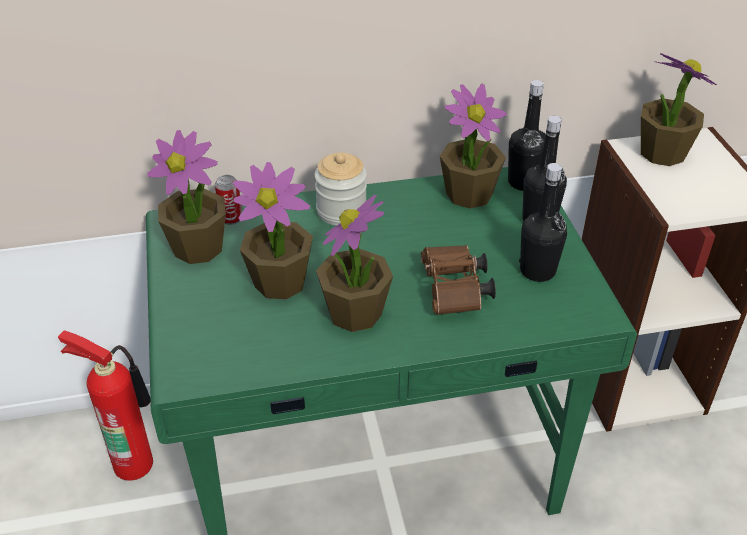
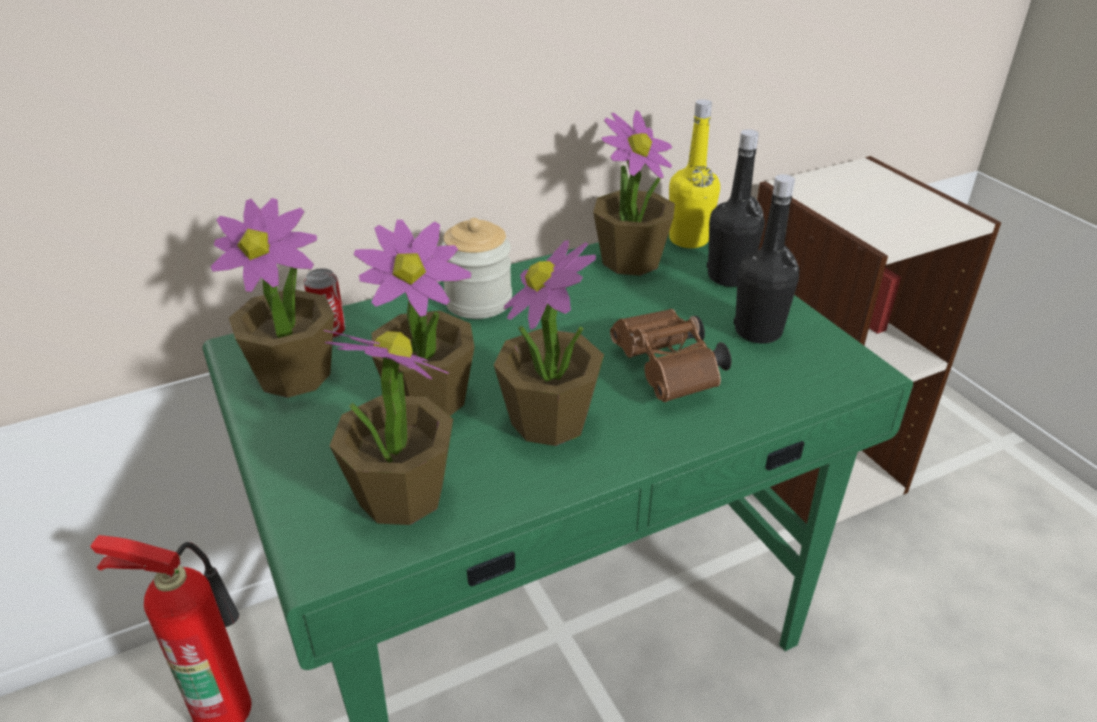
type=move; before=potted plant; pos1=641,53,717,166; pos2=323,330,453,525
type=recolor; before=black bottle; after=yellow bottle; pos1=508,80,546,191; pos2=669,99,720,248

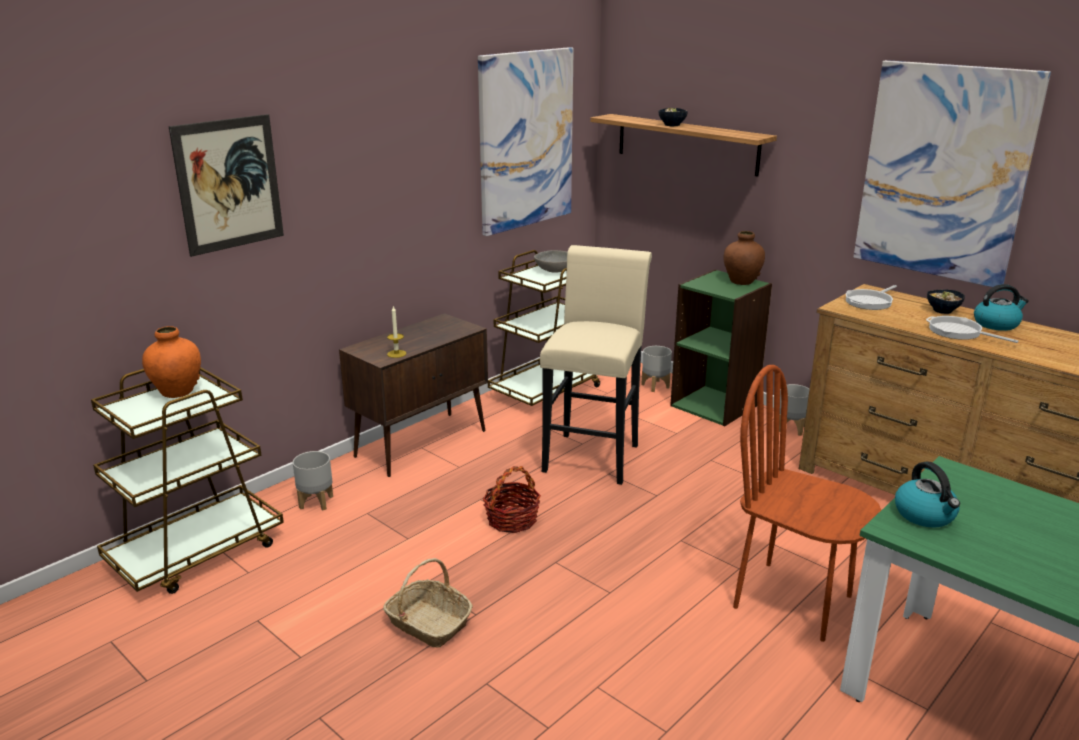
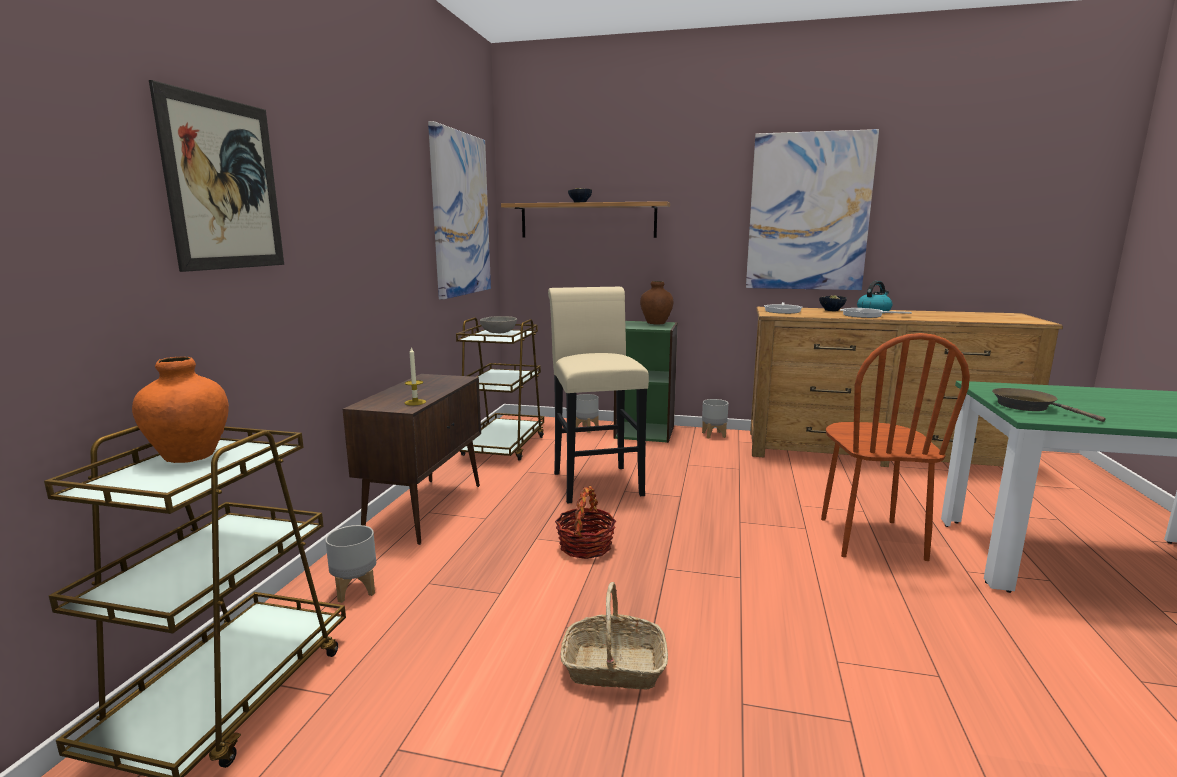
type=rotate; before=brown chair; pos1=733,365,881,642; pos2=821,333,970,561; turn=-90
type=replace; before=kettle; after=brown frying pan; pos1=895,461,960,528; pos2=992,388,1106,422

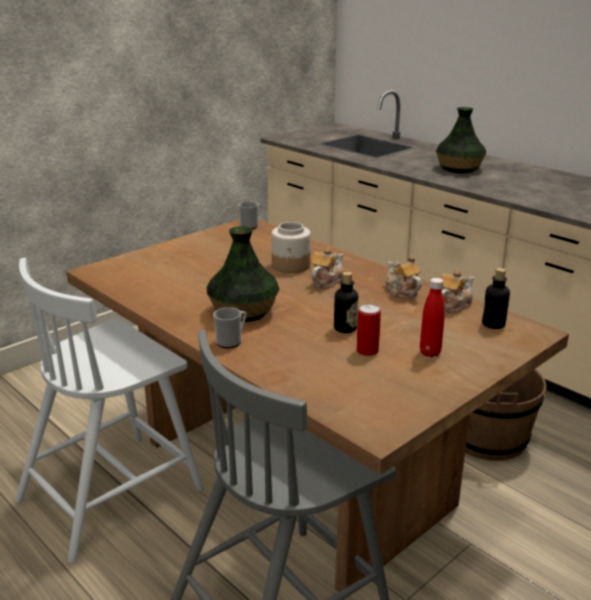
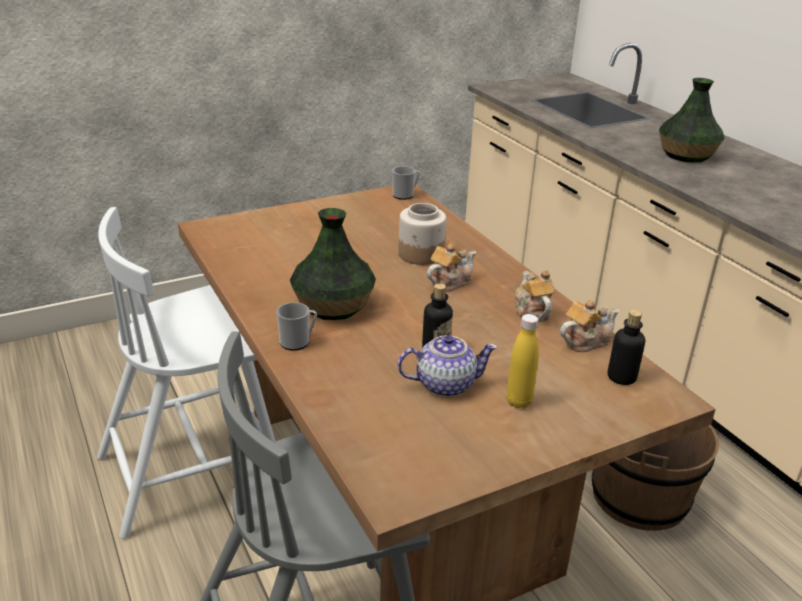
type=replace; before=can; after=teapot; pos1=357,304,381,356; pos2=397,335,498,397
type=recolor; before=red bottle; after=yellow bottle; pos1=420,278,445,357; pos2=506,314,539,408

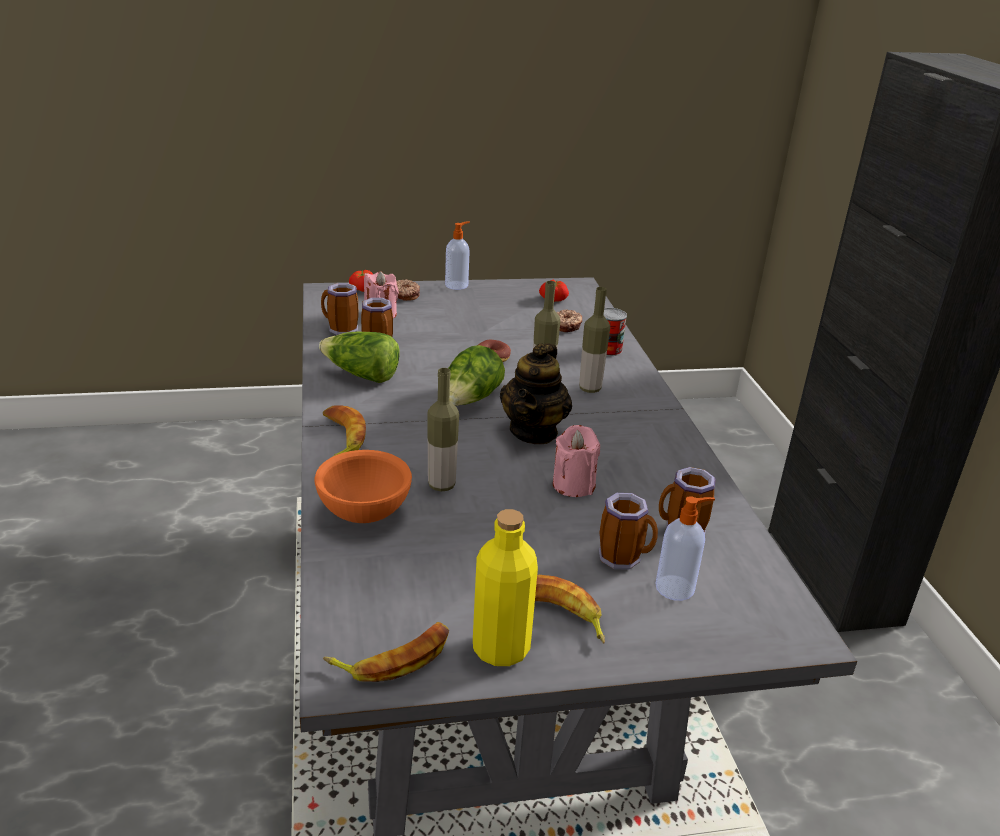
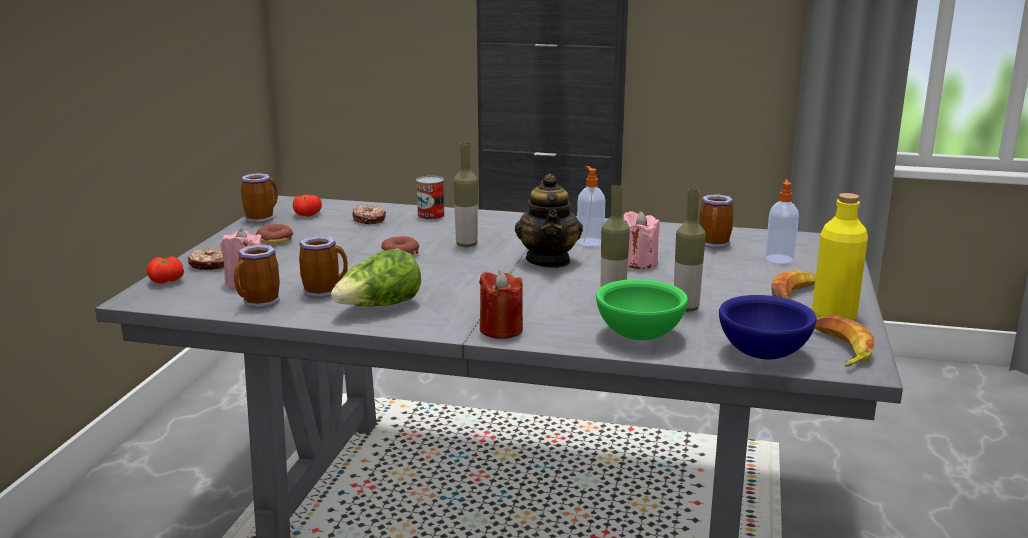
type=move; before=mug; pos1=599,493,658,570; pos2=241,173,278,223
type=insert; after=donut; pos2=256,224,293,244
type=replace; before=banana; after=red candle; pos1=323,406,366,457; pos2=479,271,523,339
type=rotate; before=teapot; pos1=500,343,572,444; pos2=515,174,583,268; turn=45
type=move; before=soap dispenser; pos1=445,221,470,290; pos2=577,166,605,246
type=recolor; before=orange bowl; after=green bowl; pos1=315,450,412,523; pos2=596,279,688,340
type=move; before=bottle; pos1=579,287,610,393; pos2=674,189,706,312
type=insert; after=blue bowl; pos2=719,295,817,360
type=delete; before=lettuce; pos1=448,345,505,406

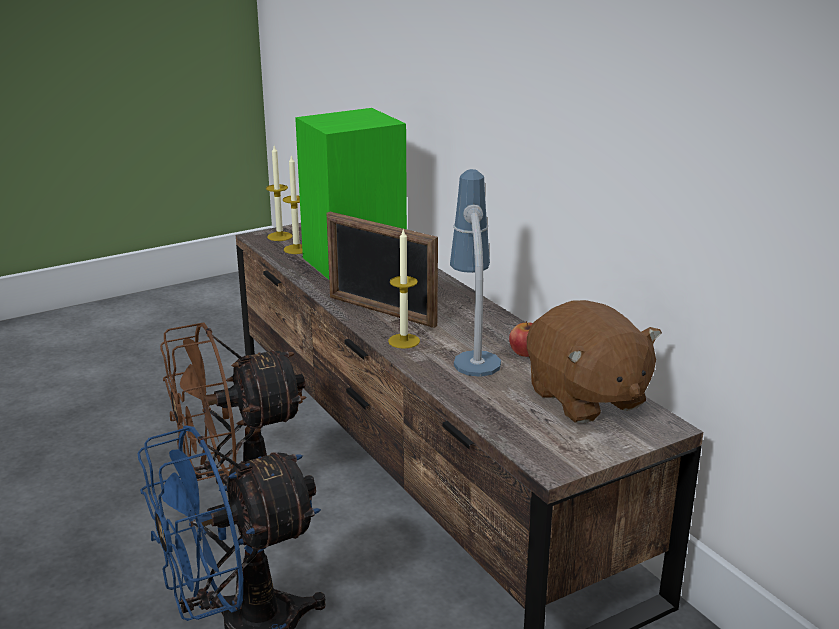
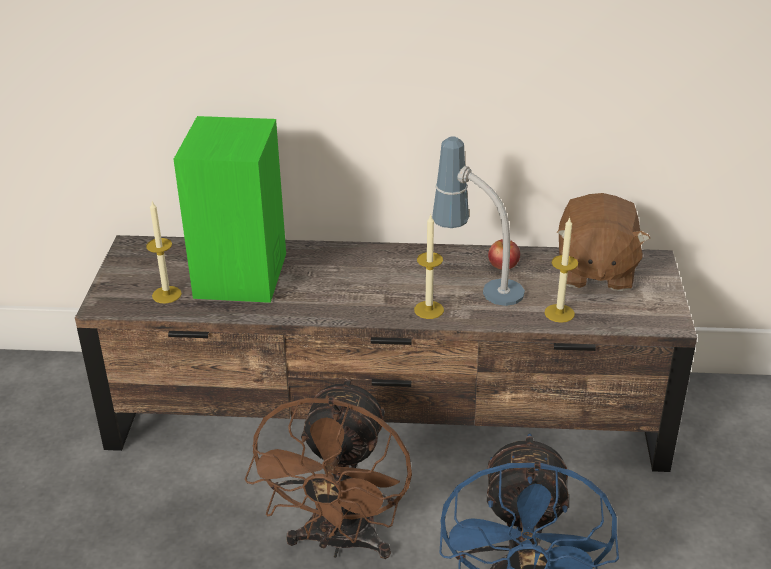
type=move; before=candle; pos1=266,146,293,241; pos2=545,217,578,323
type=rotate; before=brown plush toy; pos1=527,300,662,424; pos2=557,193,650,291; turn=90
type=delete; before=picture frame; pos1=326,212,438,328

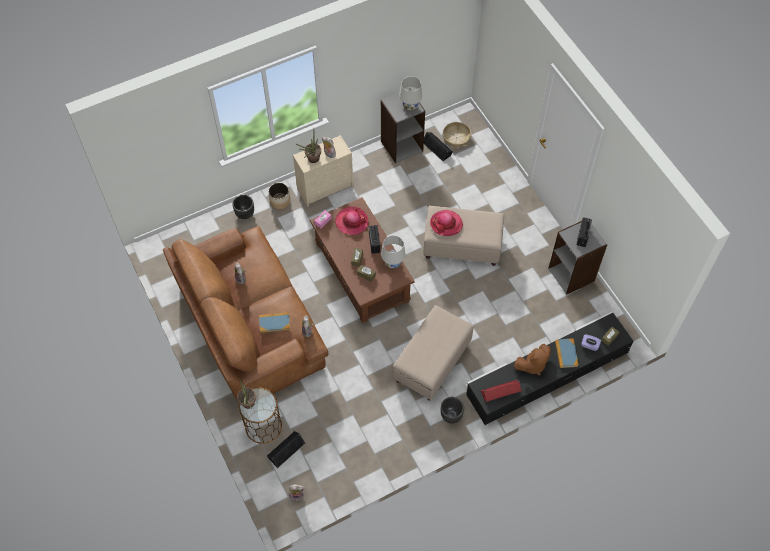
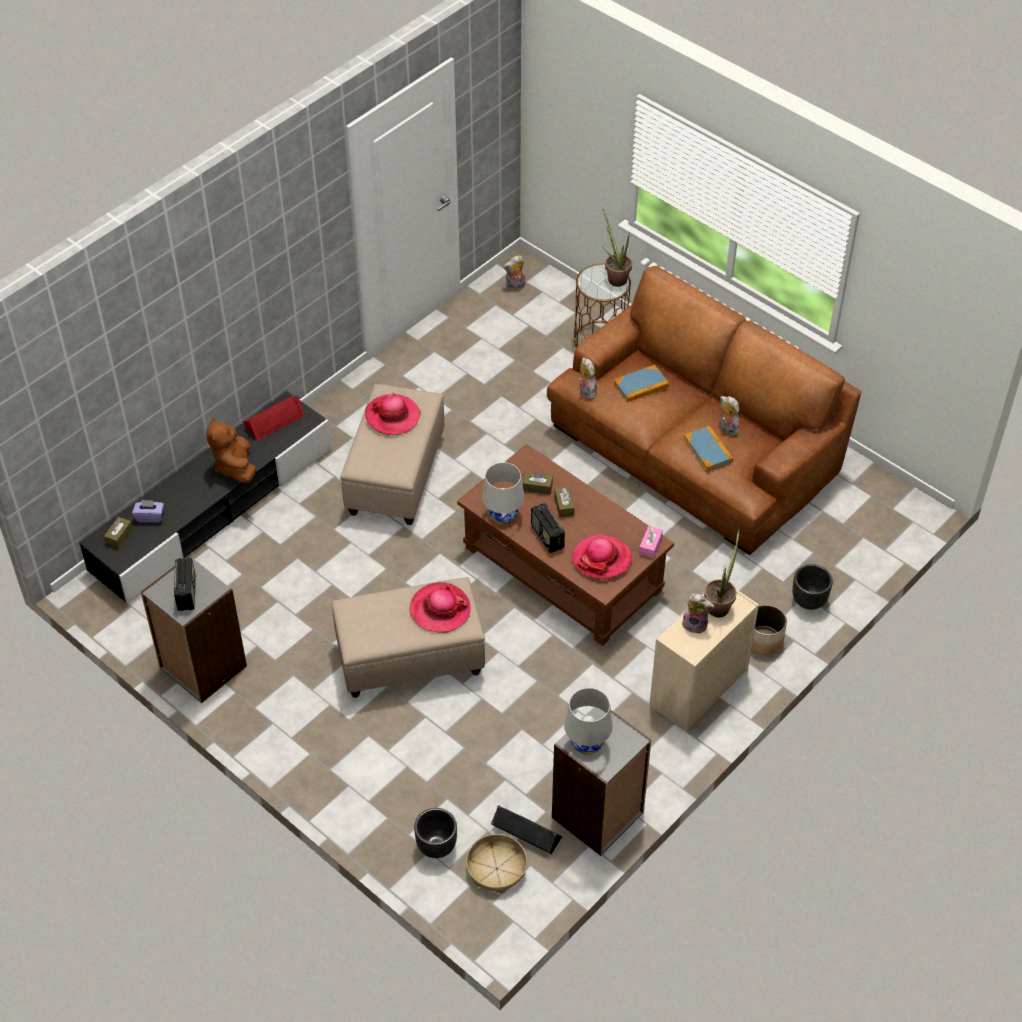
type=rotate; before=brown plush toy; pos1=514,344,551,375; pos2=206,417,256,483; turn=-60
type=insert; after=hat; pos2=365,393,421,435
type=move; before=black planter; pos1=441,397,464,424; pos2=414,808,457,858
type=move; before=book; pos1=555,338,579,368; pos2=684,426,733,472
type=delete; before=black speaker; pos1=267,431,305,468

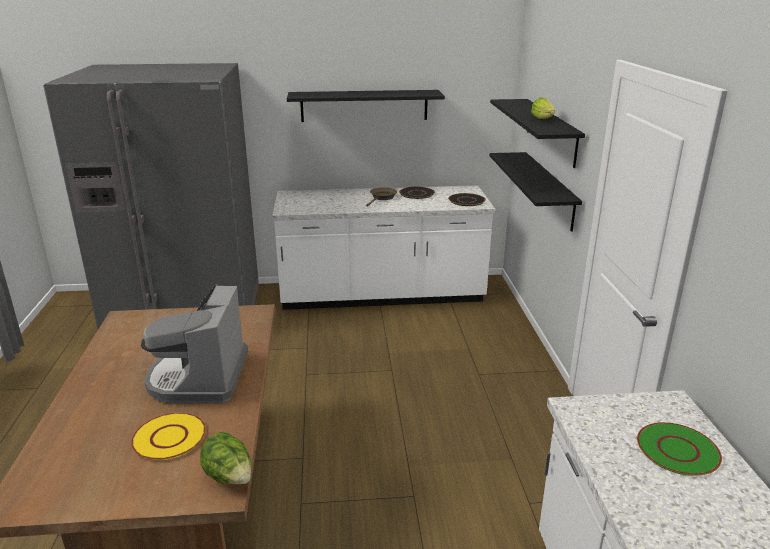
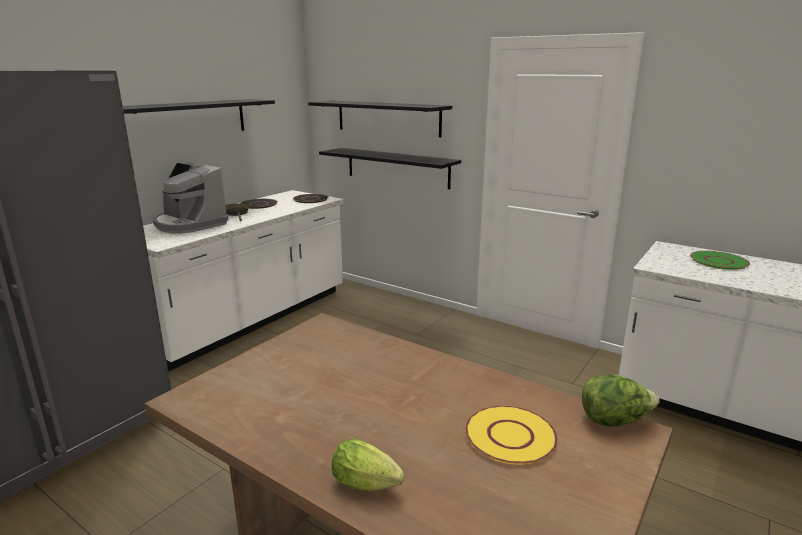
type=move; before=coffee machine; pos1=141,284,248,403; pos2=153,162,228,234
type=move; before=lettuce; pos1=531,97,555,119; pos2=332,439,405,491

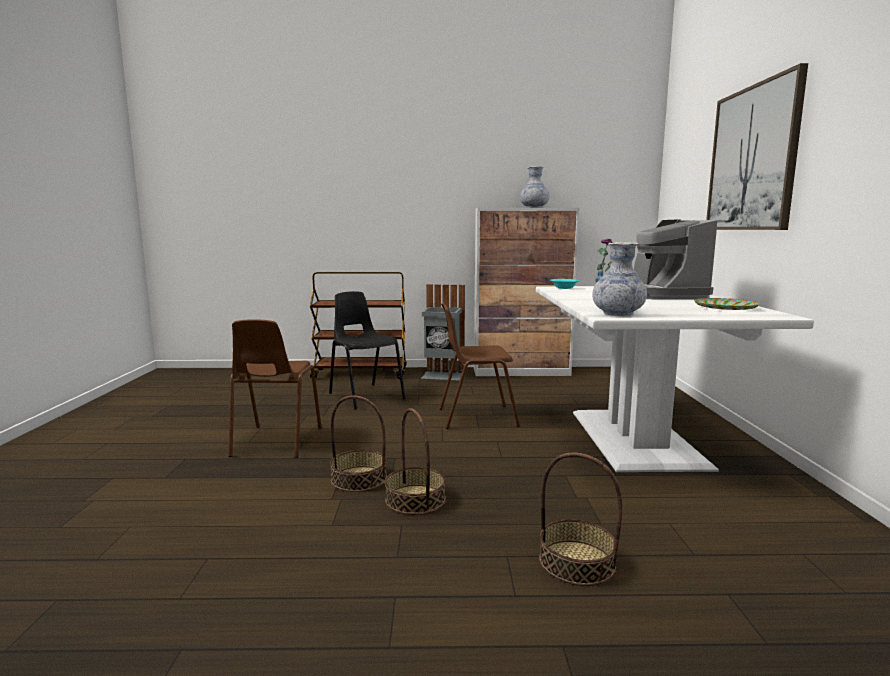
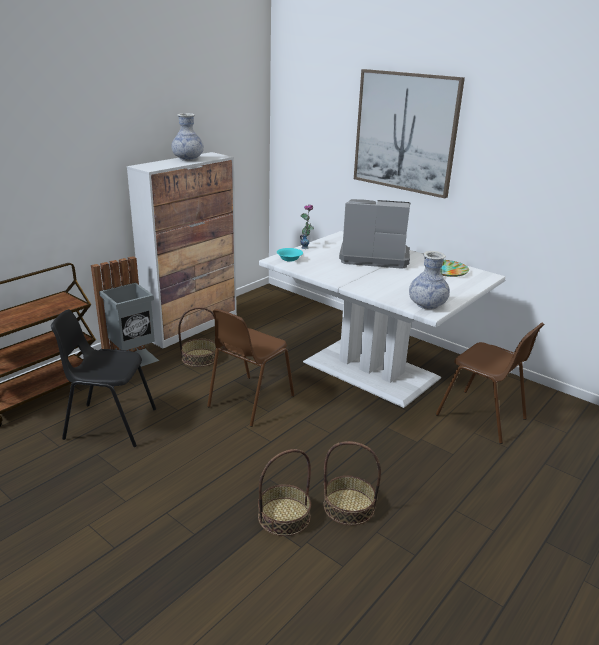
type=move; before=basket; pos1=539,453,622,586; pos2=178,307,216,367
type=rotate; before=coffee machine; pos1=634,219,717,300; pos2=339,199,411,269; turn=150
type=move; before=brown chair; pos1=228,319,322,458; pos2=436,323,544,444

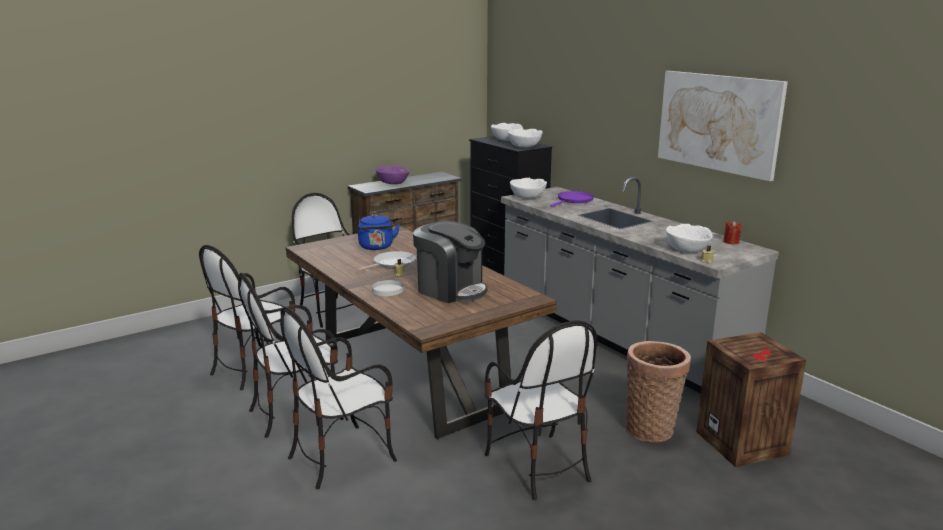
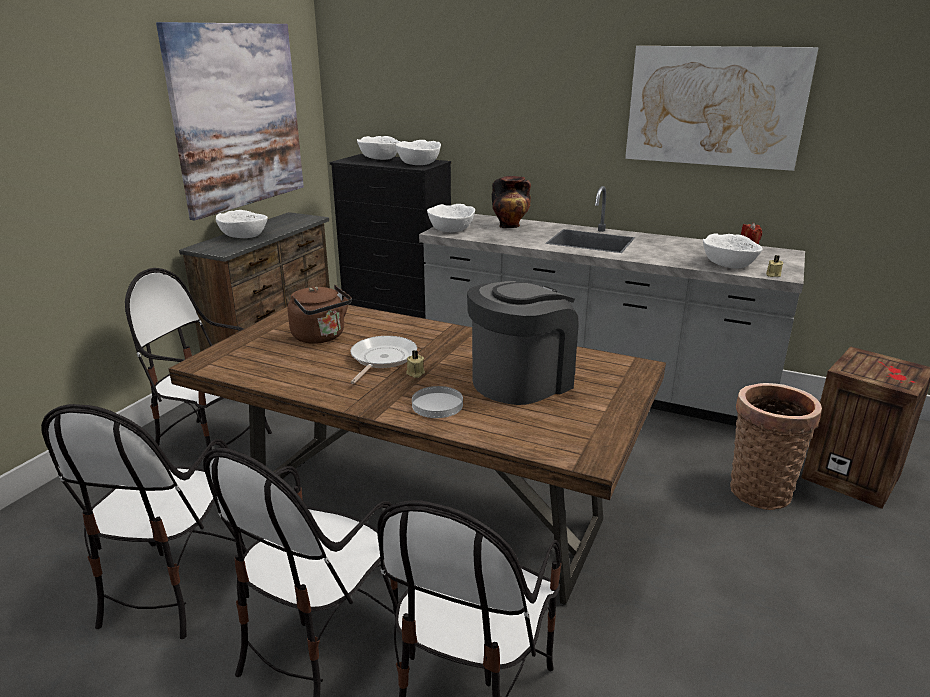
type=insert; after=picture; pos2=156,22,304,220
type=recolor; before=purple bowl; after=white bowl; pos1=376,165,409,184; pos2=216,210,268,238
type=recolor; before=blue kettle; after=brown kettle; pos1=358,214,400,250; pos2=288,285,352,344
type=rotate; before=coffee machine; pos1=413,221,488,303; pos2=467,281,579,405; turn=-45
type=replace; before=purple frying pan; after=vase; pos1=550,191,594,207; pos2=492,176,531,228
type=delete; before=chair; pos1=484,320,597,500

